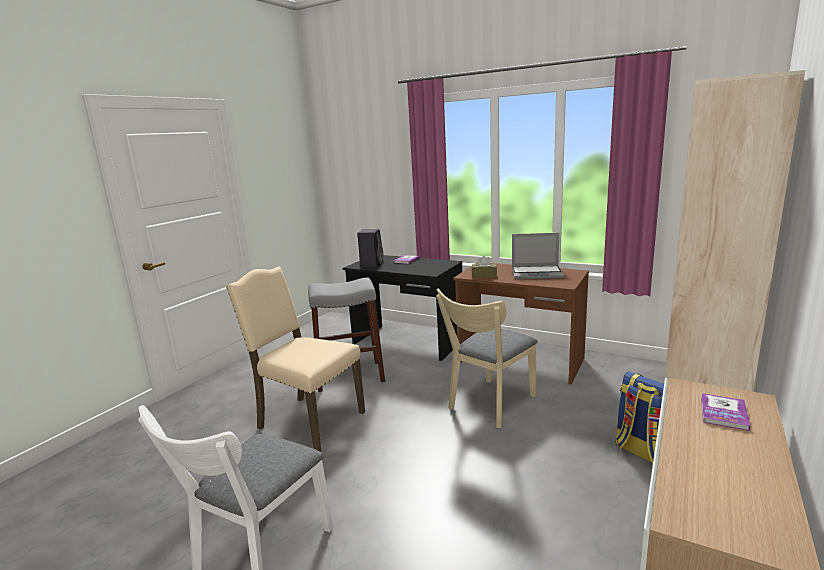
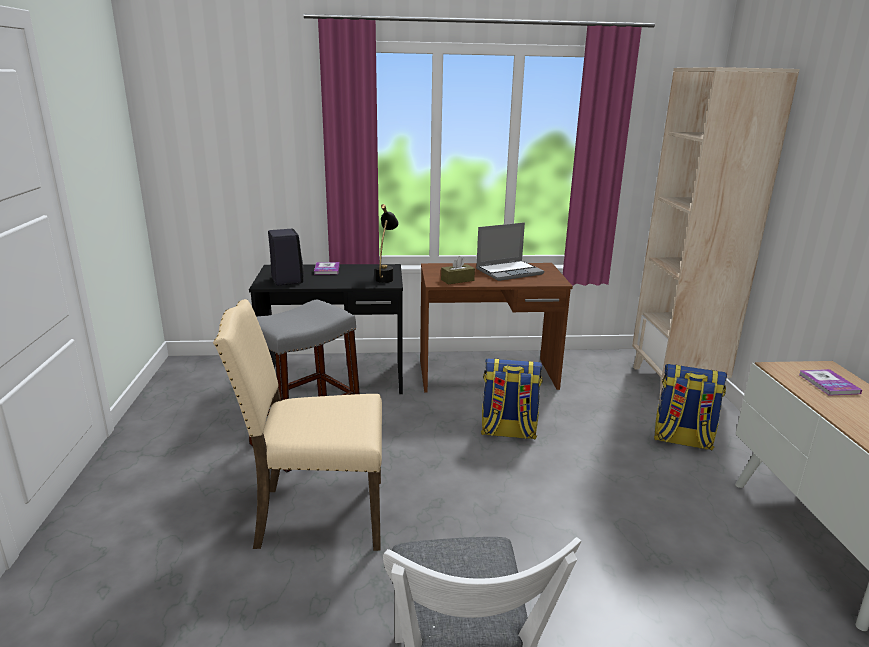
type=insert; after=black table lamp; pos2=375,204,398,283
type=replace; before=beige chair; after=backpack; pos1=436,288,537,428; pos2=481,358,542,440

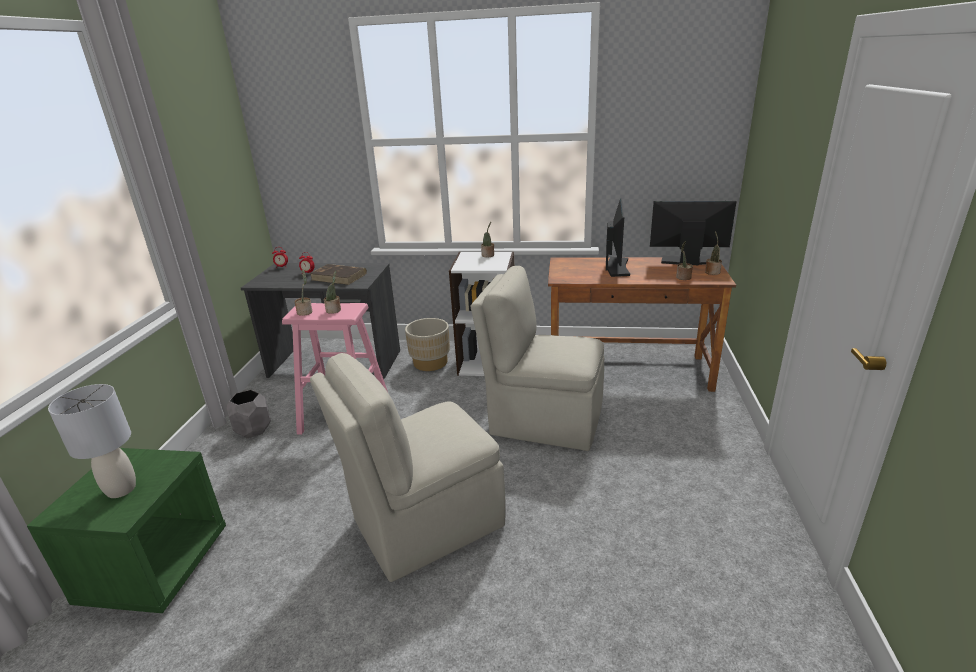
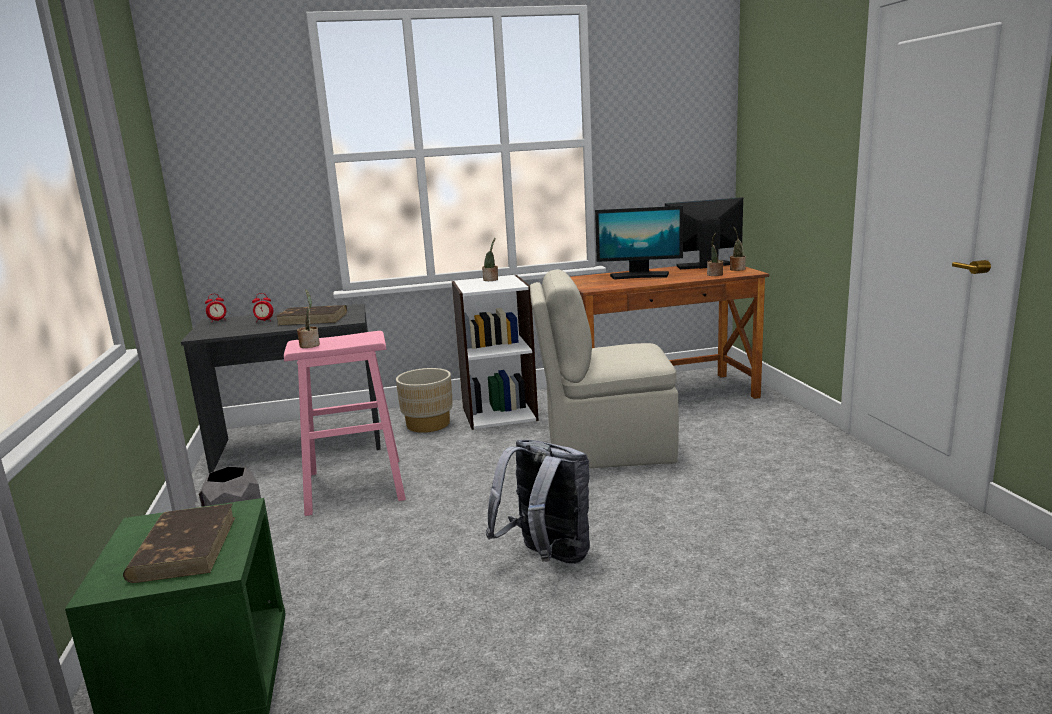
type=replace; before=grey table lamp; after=brown book; pos1=48,384,136,498; pos2=123,504,235,583
type=replace; before=beige chair; after=grey backpack; pos1=310,353,506,582; pos2=486,440,590,564
type=rotate; before=monitor; pos1=606,198,630,277; pos2=595,206,683,280; turn=105
type=delete; before=potted plant; pos1=324,270,341,314

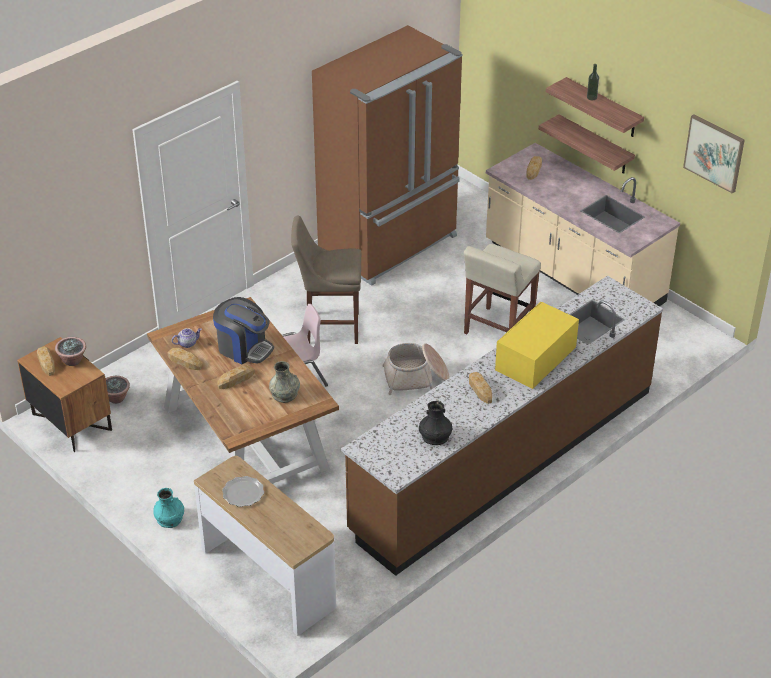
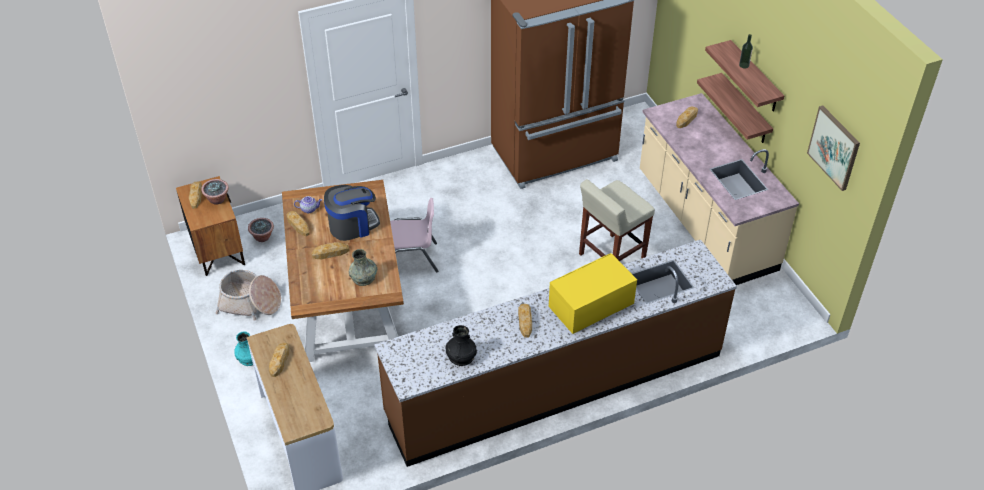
type=move; before=basket; pos1=382,343,449,395; pos2=216,270,281,320
type=replace; before=plate; after=bread; pos1=222,476,264,507; pos2=269,343,289,377
type=rotate; before=coffee machine; pos1=213,297,274,364; pos2=324,185,380,241; turn=-75
type=delete; before=beige stool; pos1=291,216,361,344

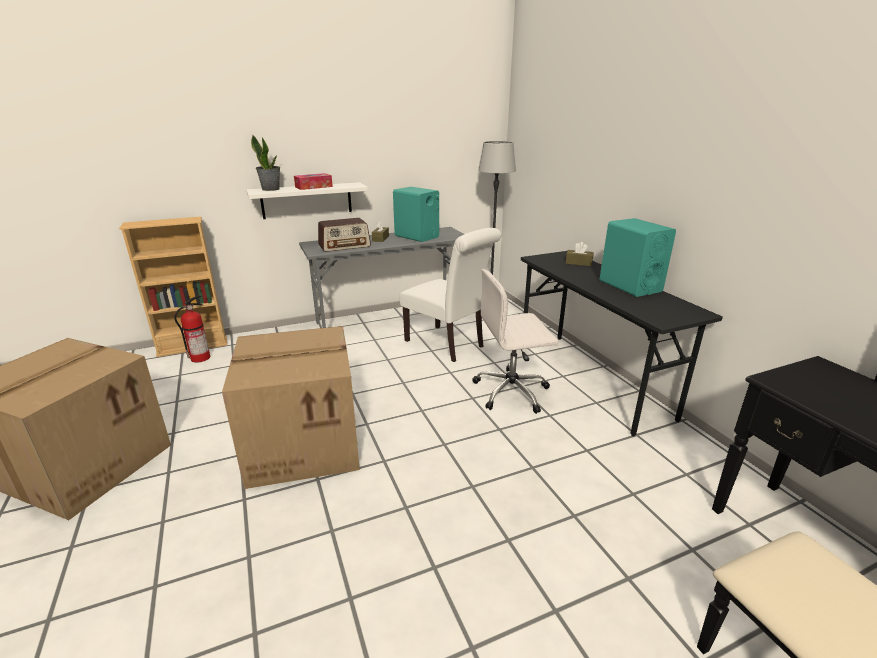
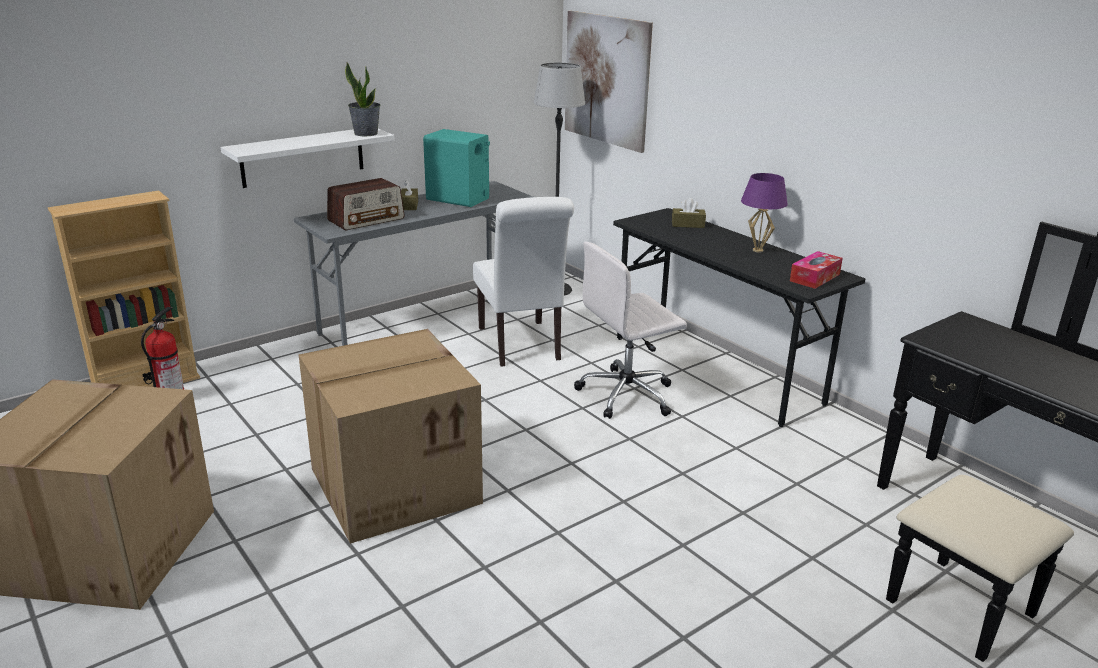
type=move; before=potted plant; pos1=251,135,280,191; pos2=345,62,380,136
type=rotate; before=white chair; pos1=399,228,501,362; pos2=473,197,574,367; turn=45
type=insert; after=picture; pos2=565,11,653,153
type=replace; before=turquoise speaker; after=purple table lamp; pos1=600,218,676,297; pos2=741,173,788,252
type=move; before=tissue box; pos1=294,173,333,190; pos2=790,251,843,289

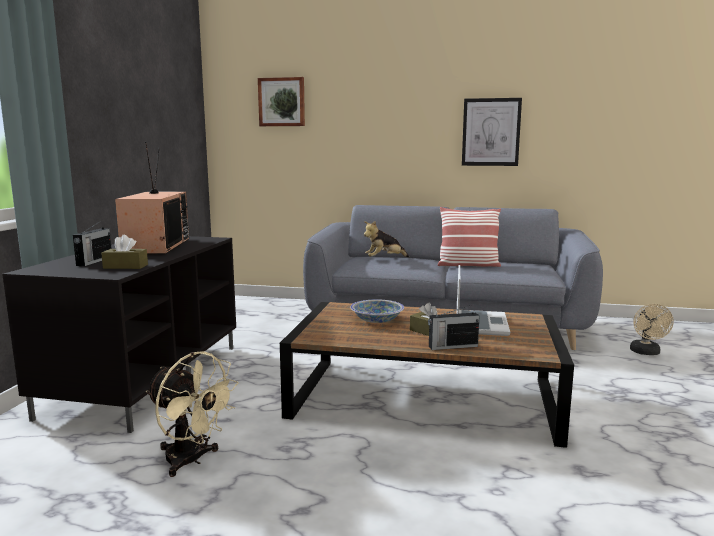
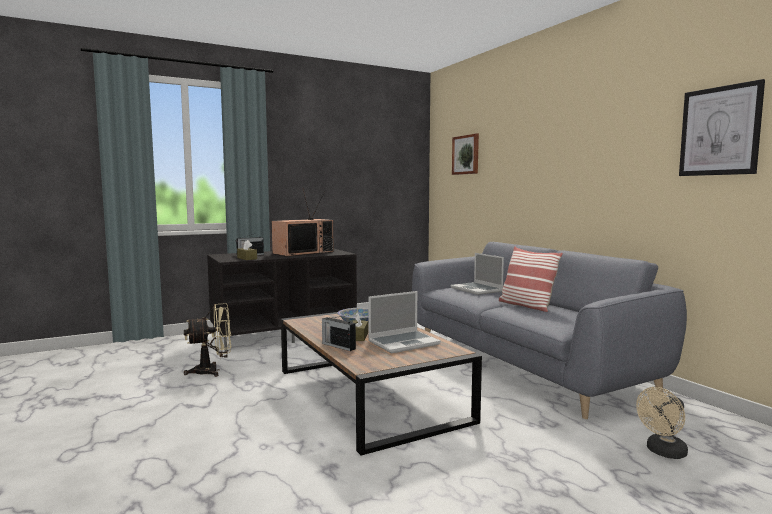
type=rotate; before=beige fan; pos1=146,351,239,477; pos2=184,303,231,377; turn=-105
type=replace; before=plush toy; after=laptop; pos1=364,221,409,257; pos2=451,253,504,295
type=move; before=picture; pos1=462,98,522,166; pos2=679,79,765,176

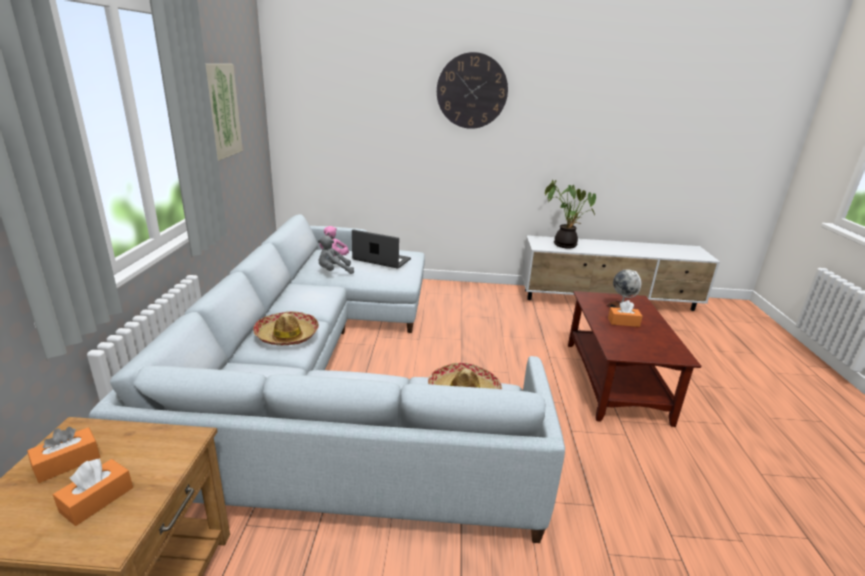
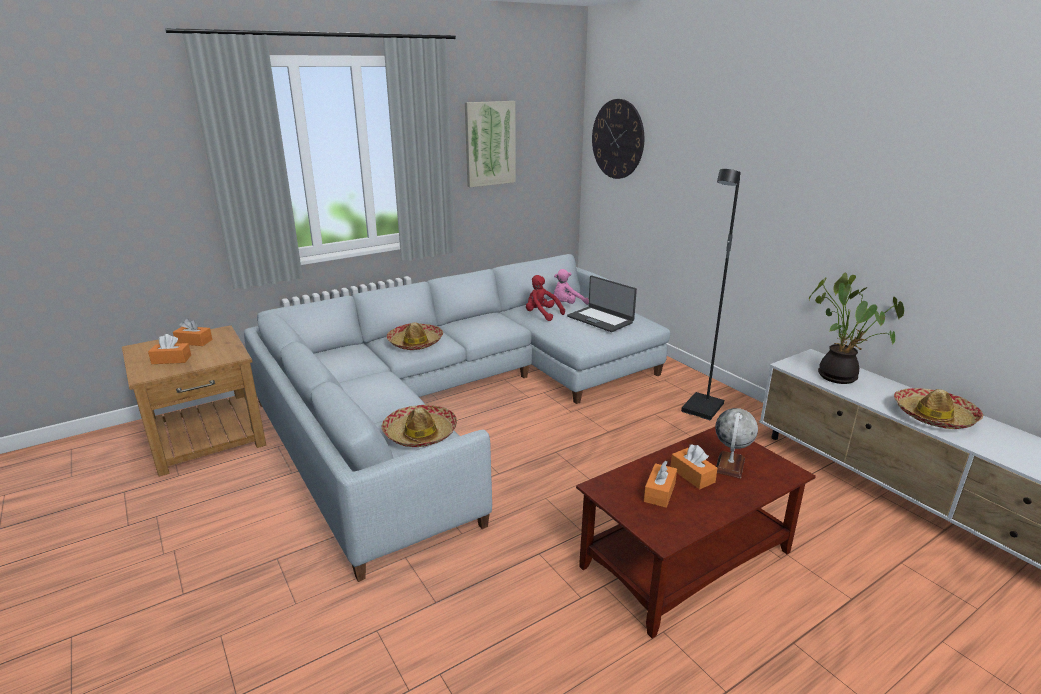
type=recolor; before=grey plush toy; after=red plush toy; pos1=318,235,354,274; pos2=526,275,565,321
type=rotate; before=laptop; pos1=352,229,411,269; pos2=567,275,637,332; turn=150
type=move; before=wall clock; pos1=437,52,508,129; pos2=592,99,644,179
type=insert; after=orange tissue box; pos2=644,460,677,508
type=insert; after=black floor lamp; pos2=681,169,741,420
type=insert; after=hat; pos2=894,388,983,429

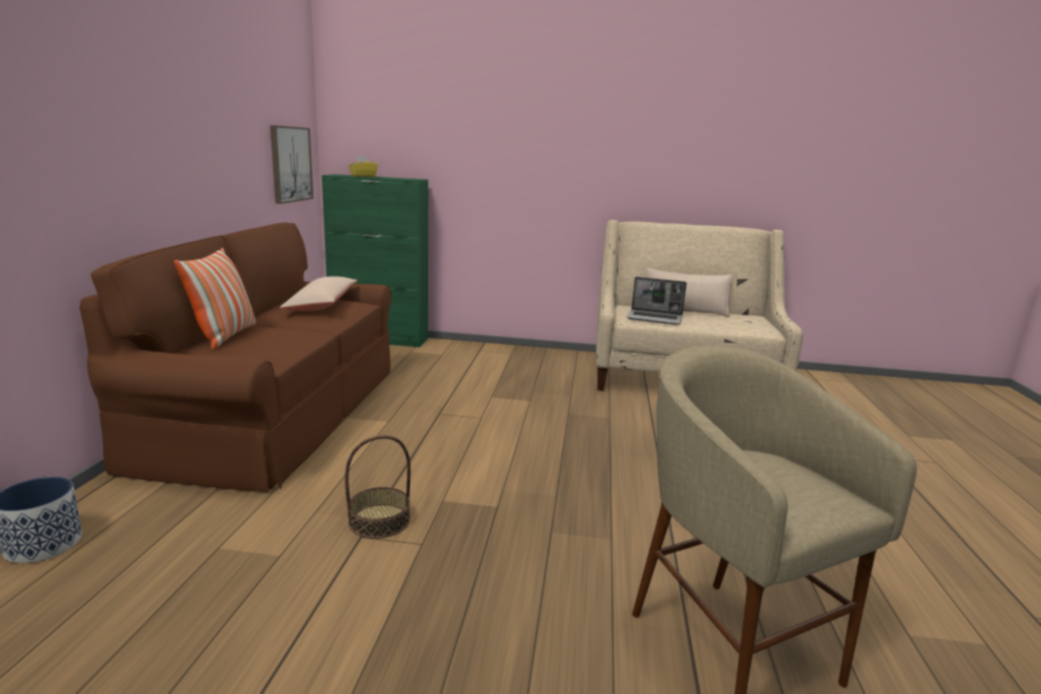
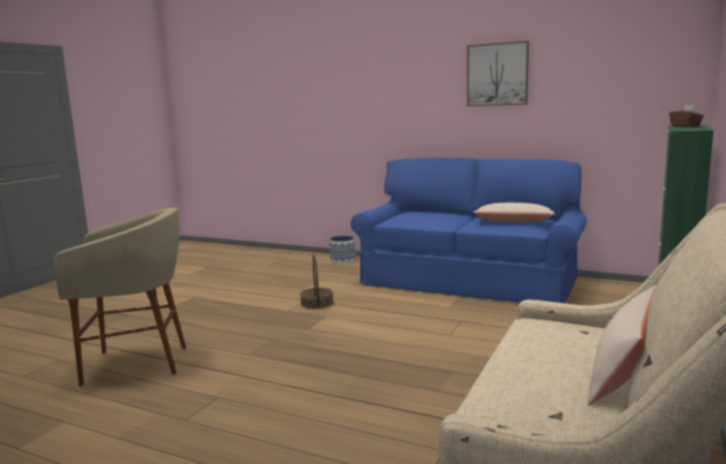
type=recolor; before=brown sofa; after=blue sofa; pos1=80,223,391,492; pos2=351,158,587,303
type=move; before=picture; pos1=270,125,313,204; pos2=467,41,529,106
type=recolor; before=yellow tissue box; after=brown tissue box; pos1=348,156,378,177; pos2=669,105,704,127
type=delete; before=pillow; pos1=174,248,256,350
type=delete; before=laptop; pos1=627,277,687,325

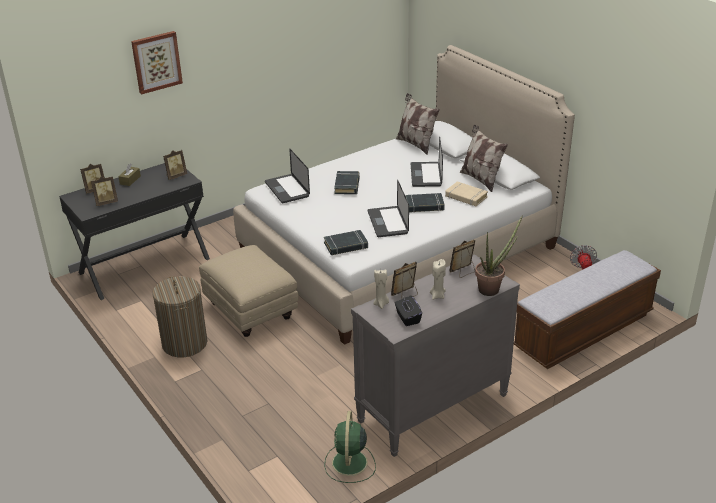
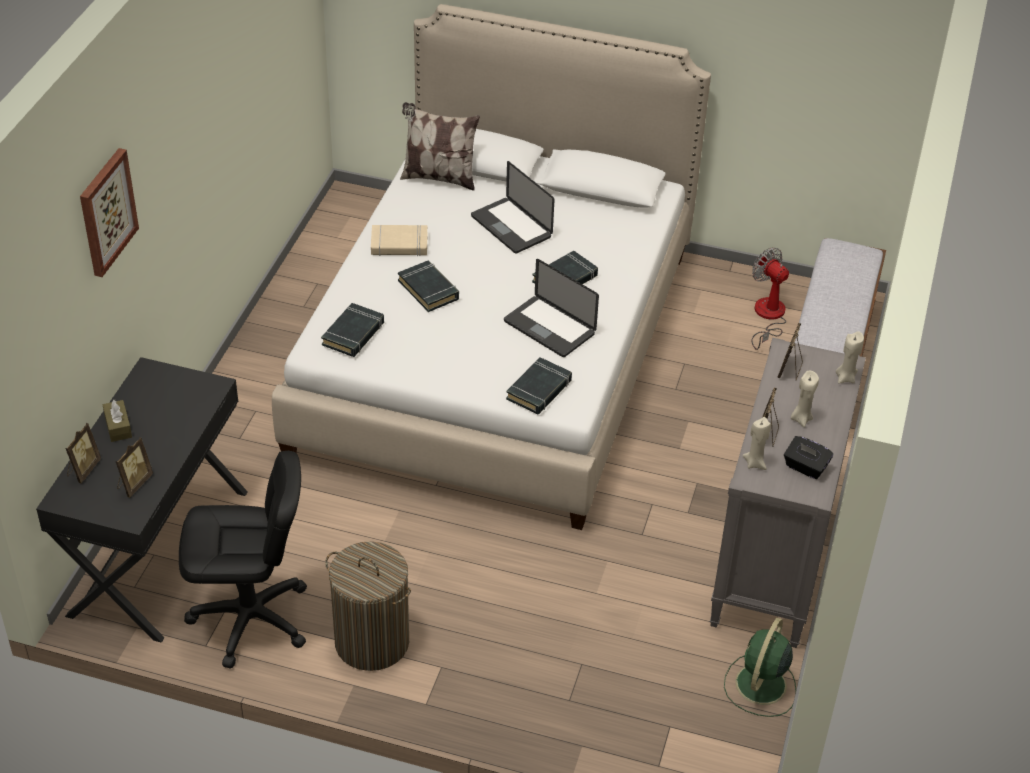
type=insert; after=black office chair; pos2=179,451,307,669
type=replace; before=laptop; after=black book; pos1=265,149,310,203; pos2=321,303,384,357
type=move; before=beige book; pos1=445,181,488,206; pos2=371,225,428,256
type=rotate; before=green fan; pos1=324,411,376,483; pos2=724,618,796,717; turn=60
type=replace; before=potted plant; after=beige candle; pos1=475,215,523,296; pos2=836,331,864,384
type=delete; before=picture frame; pos1=163,150,187,180
type=delete; before=beige ottoman; pos1=199,245,299,337
type=delete; before=pillow; pos1=460,125,508,192

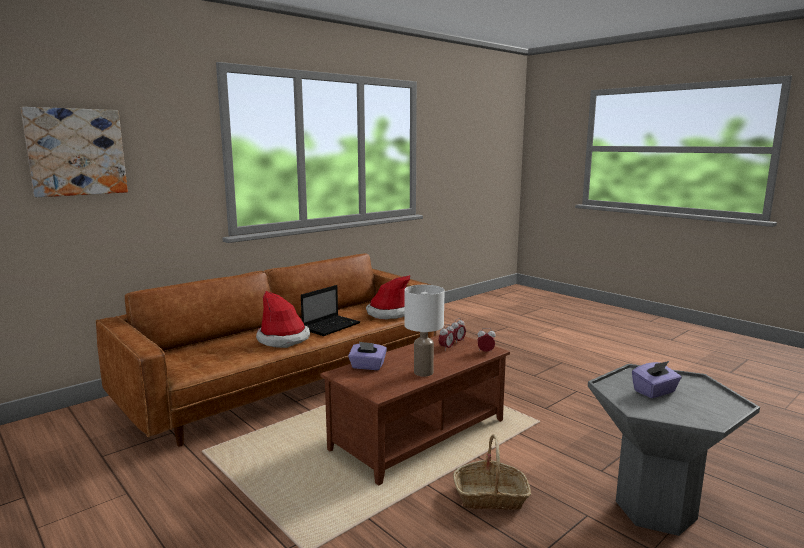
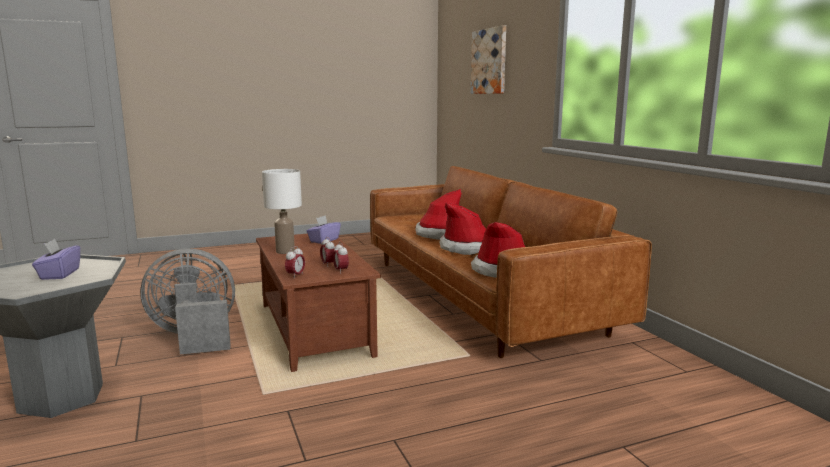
type=replace; before=basket; after=grey fan; pos1=453,435,531,510; pos2=140,249,235,354
type=replace; before=laptop; after=hat; pos1=301,285,360,336; pos2=439,203,486,255

